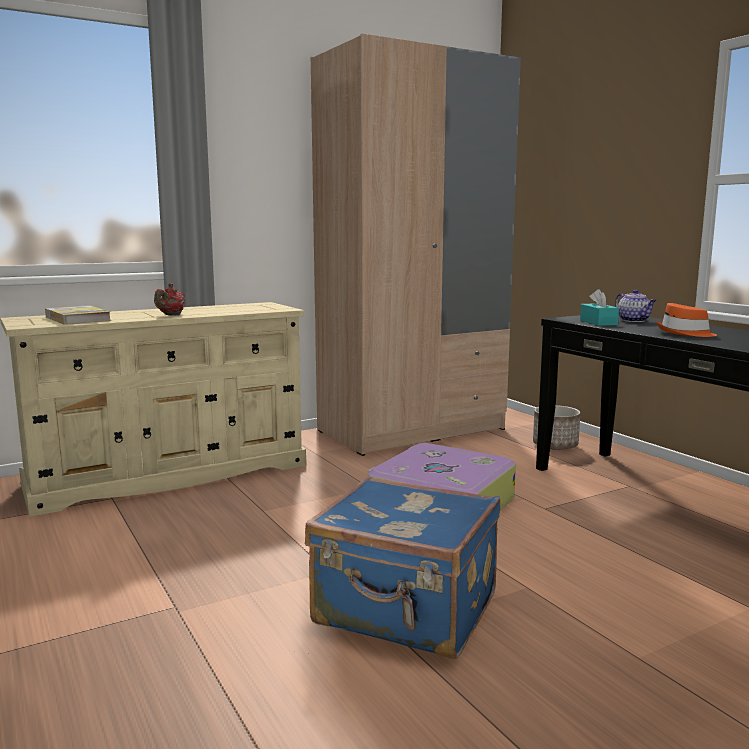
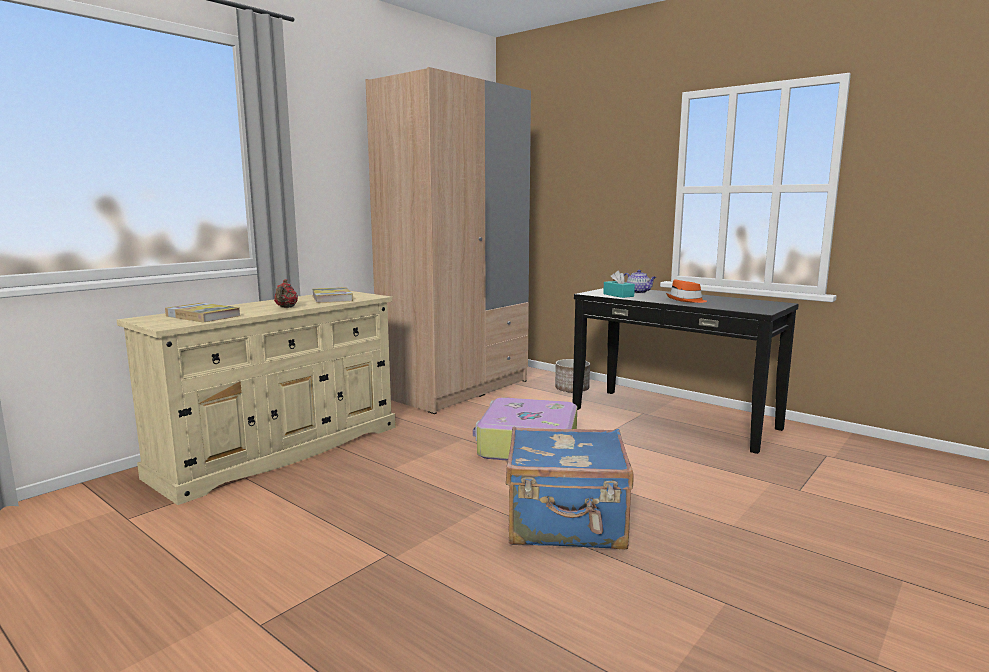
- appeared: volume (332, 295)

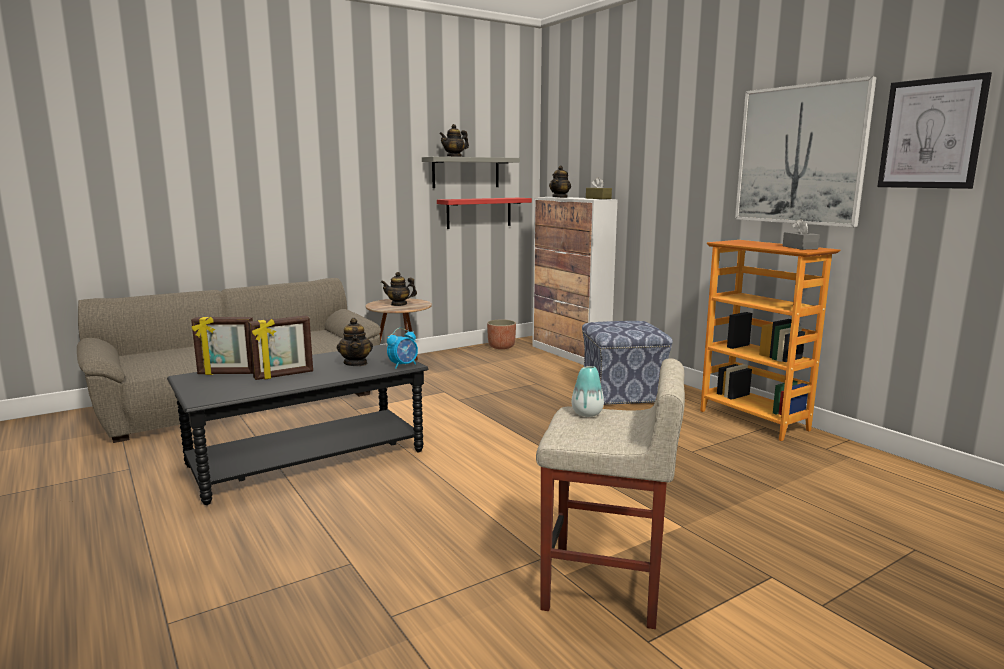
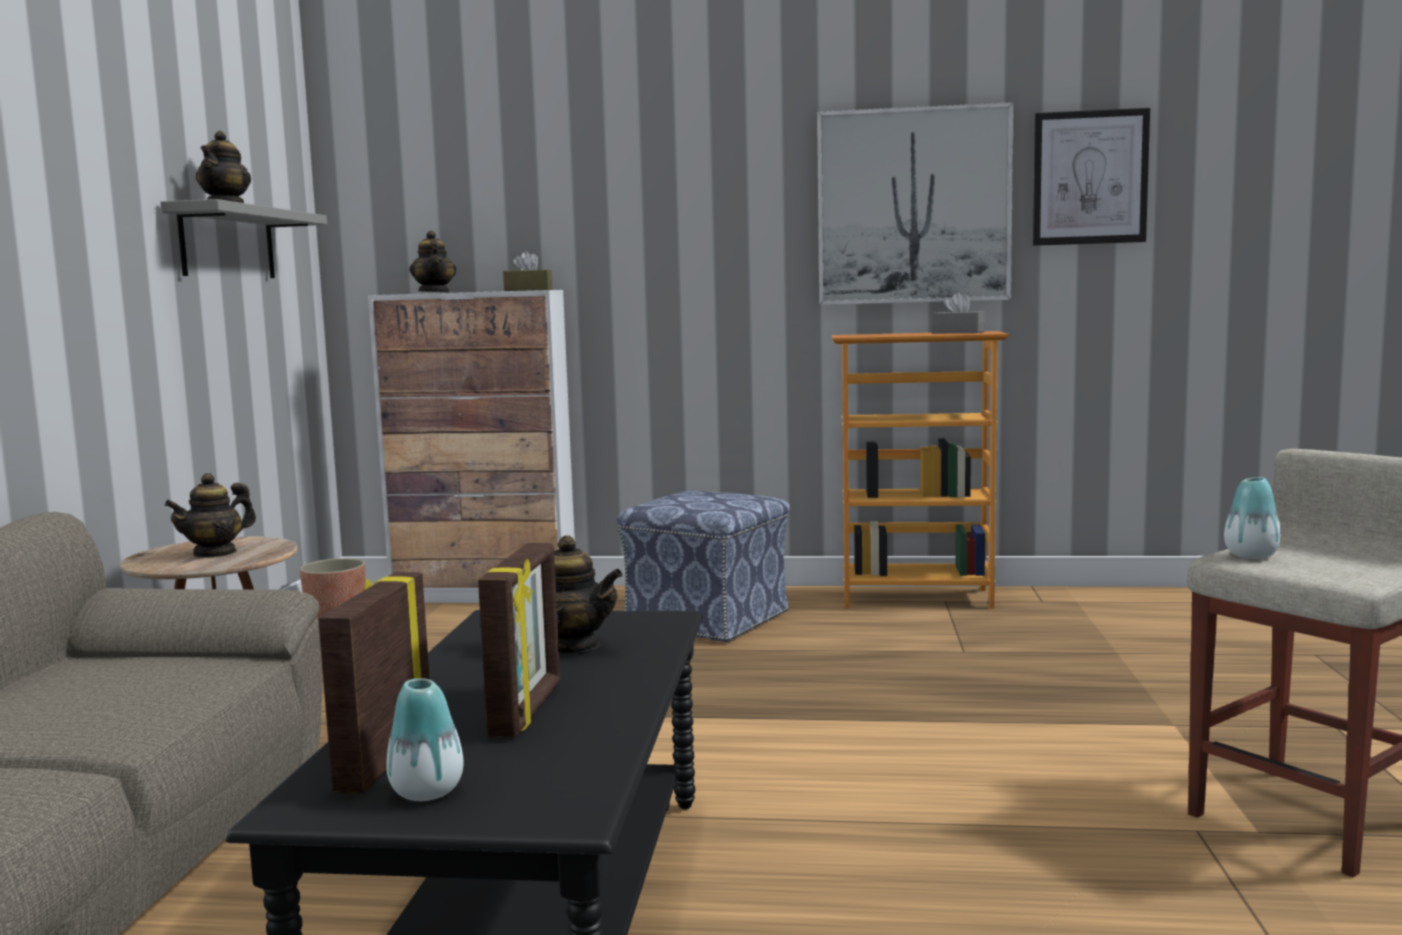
- missing: table clock (402, 348)
- missing: wall shelf (red) (484, 213)
- appeared: flower vase (425, 739)
- spun: standing frame (222, 346) = (374, 682) 150 degrees clockwise

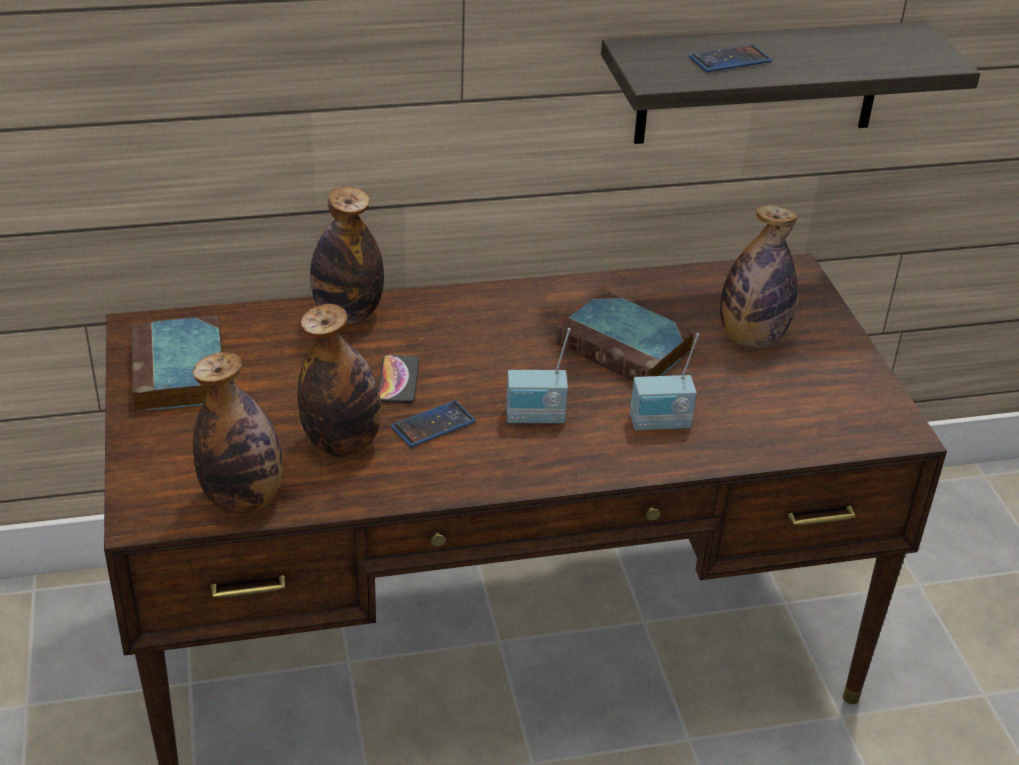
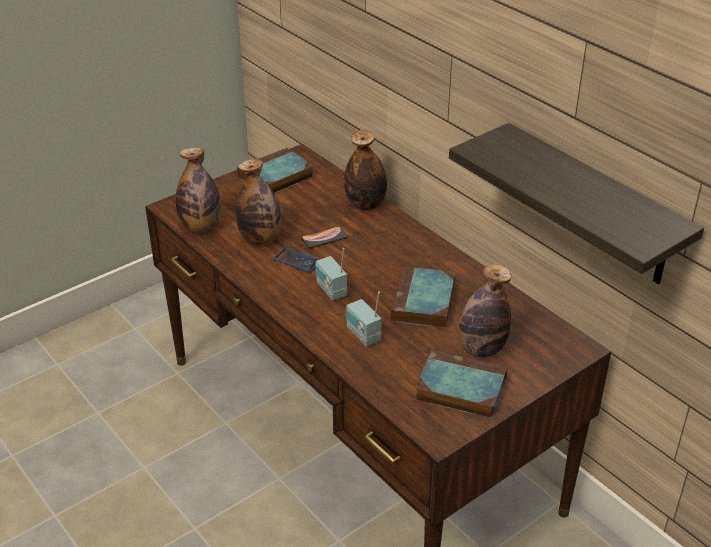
- missing: telephone (730, 58)
- appeared: volume (461, 384)

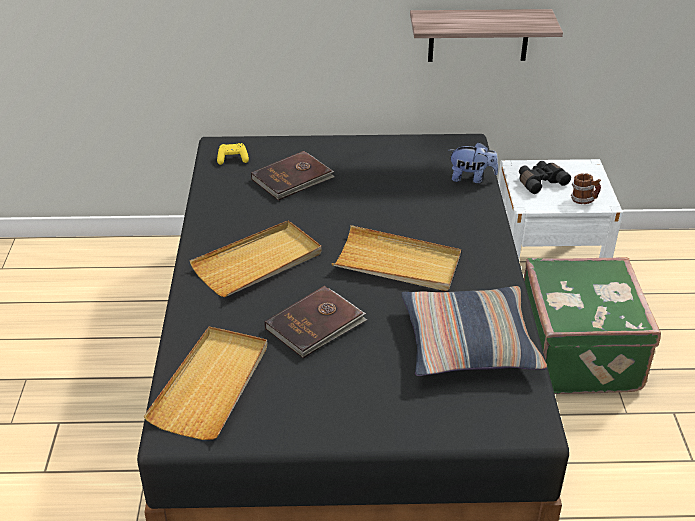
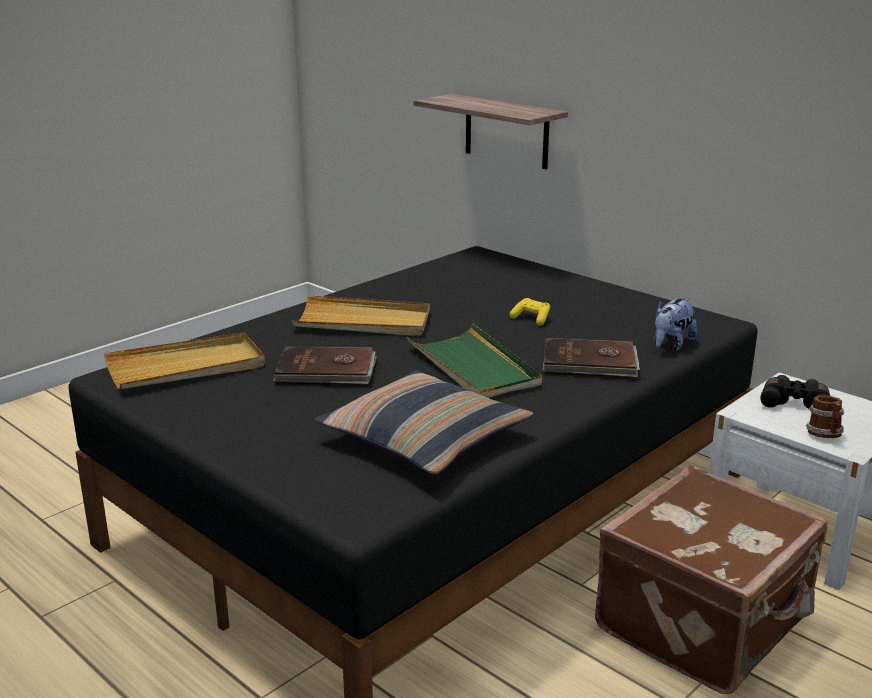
- relocated: game controller (yellow) (233, 154) to (529, 312)
- relocated: volume (brown-coloured) (293, 176) to (591, 357)
- relocated: wall shelf (486, 35) to (491, 131)
- colour: carrying tray (beige) (396, 258) to carrying tray (greenish) (474, 360)
- colour: piece of luggage (greenish) (592, 325) to piece of luggage (brown-coloured) (711, 579)
- spun: cuddly toy (473, 162) = (675, 324) 75 degrees clockwise

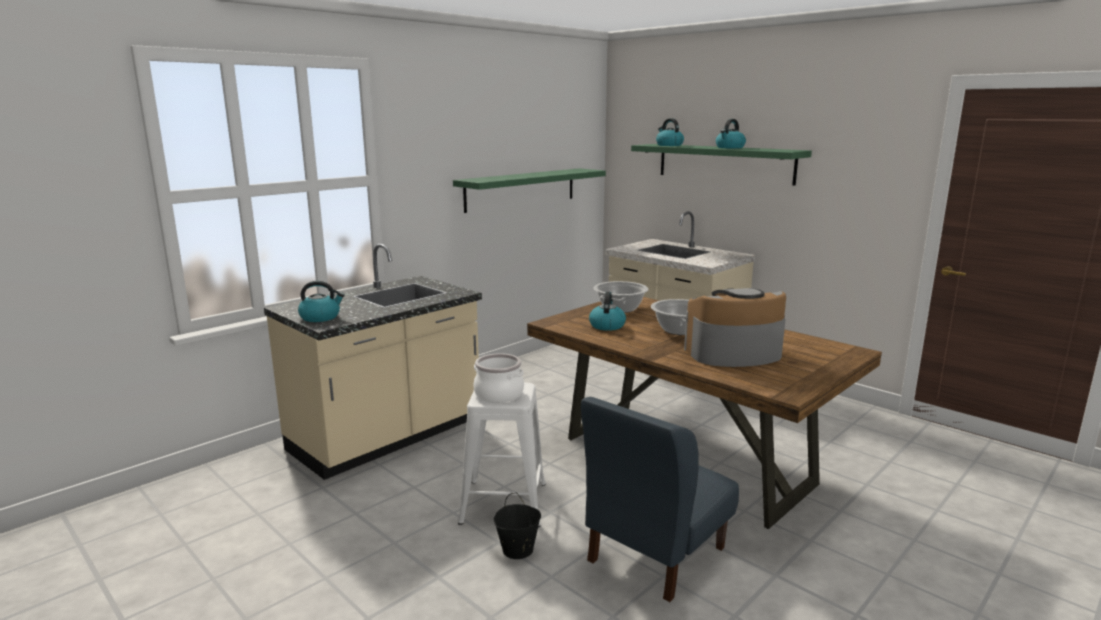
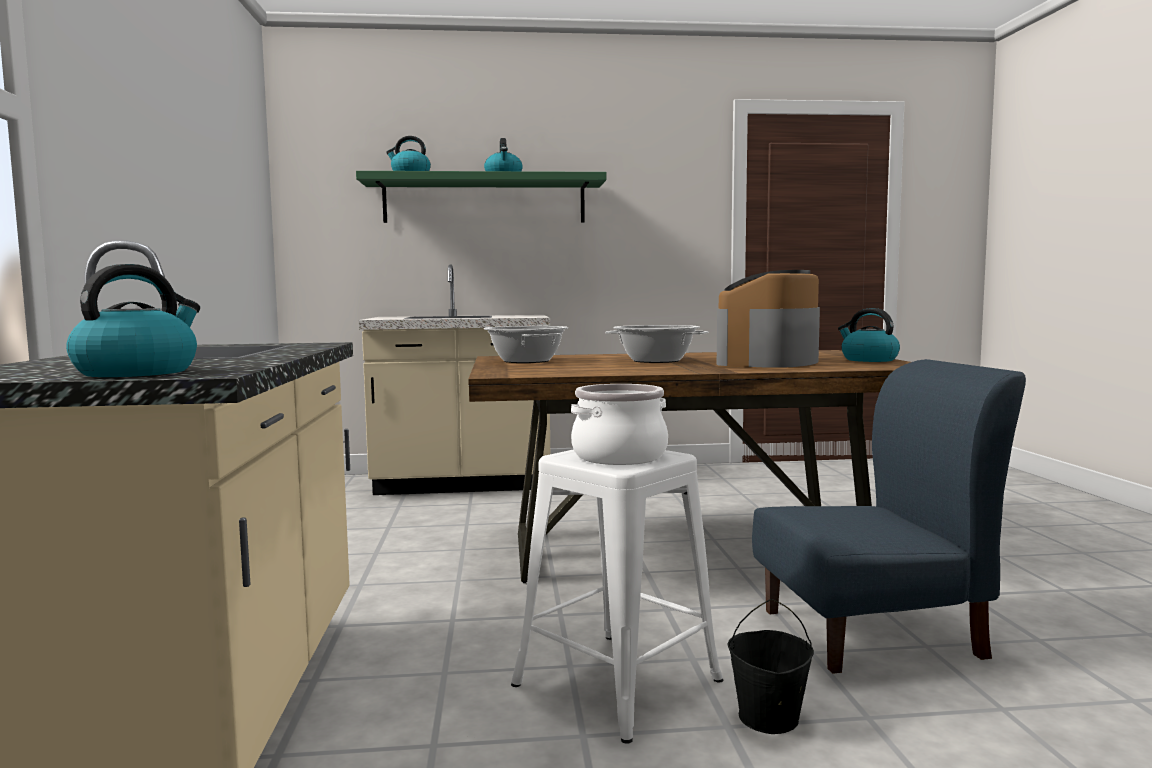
- missing: wall shelf (greenish) (529, 190)
- relocated: kettle (607, 311) to (869, 335)
- spun: upright chair (bluish) (660, 499) = (889, 516) 90 degrees counterclockwise

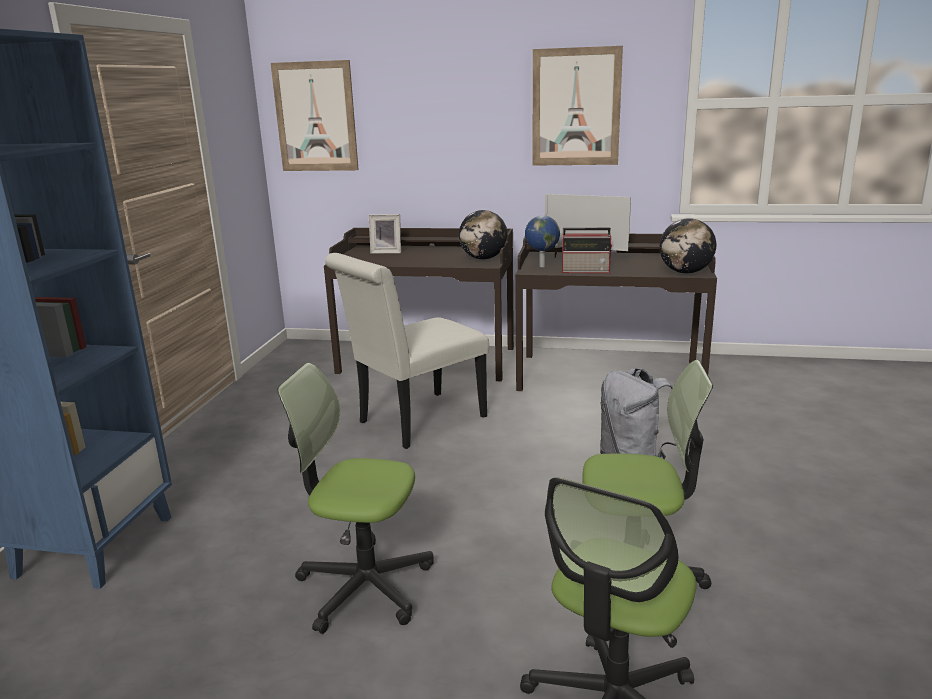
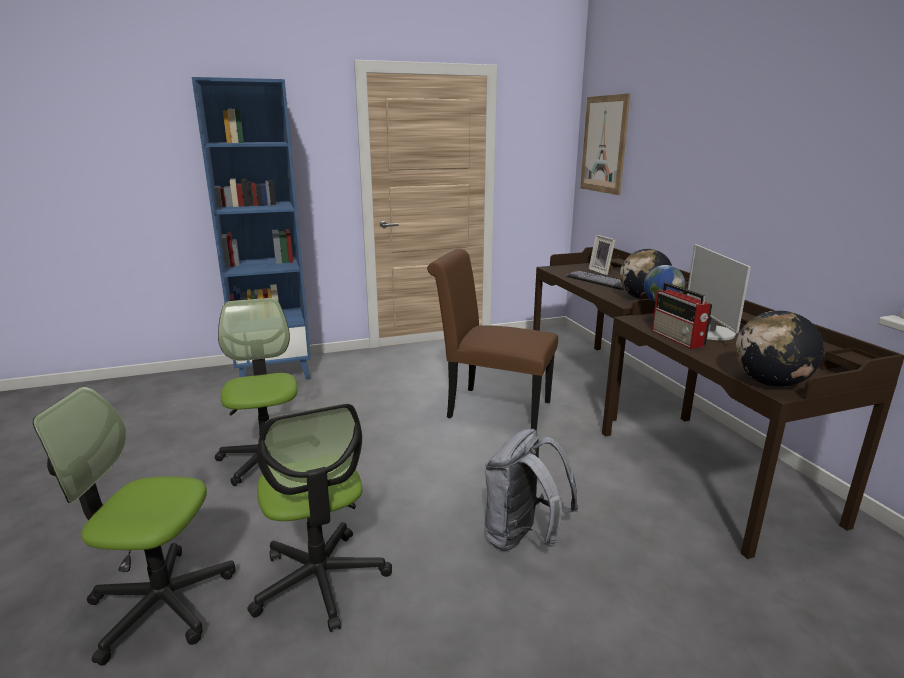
- missing: wall art (578, 106)
- appeared: keyboard (595, 280)
- colour: upright chair (white) (407, 351) to upright chair (brown-coloured) (492, 340)

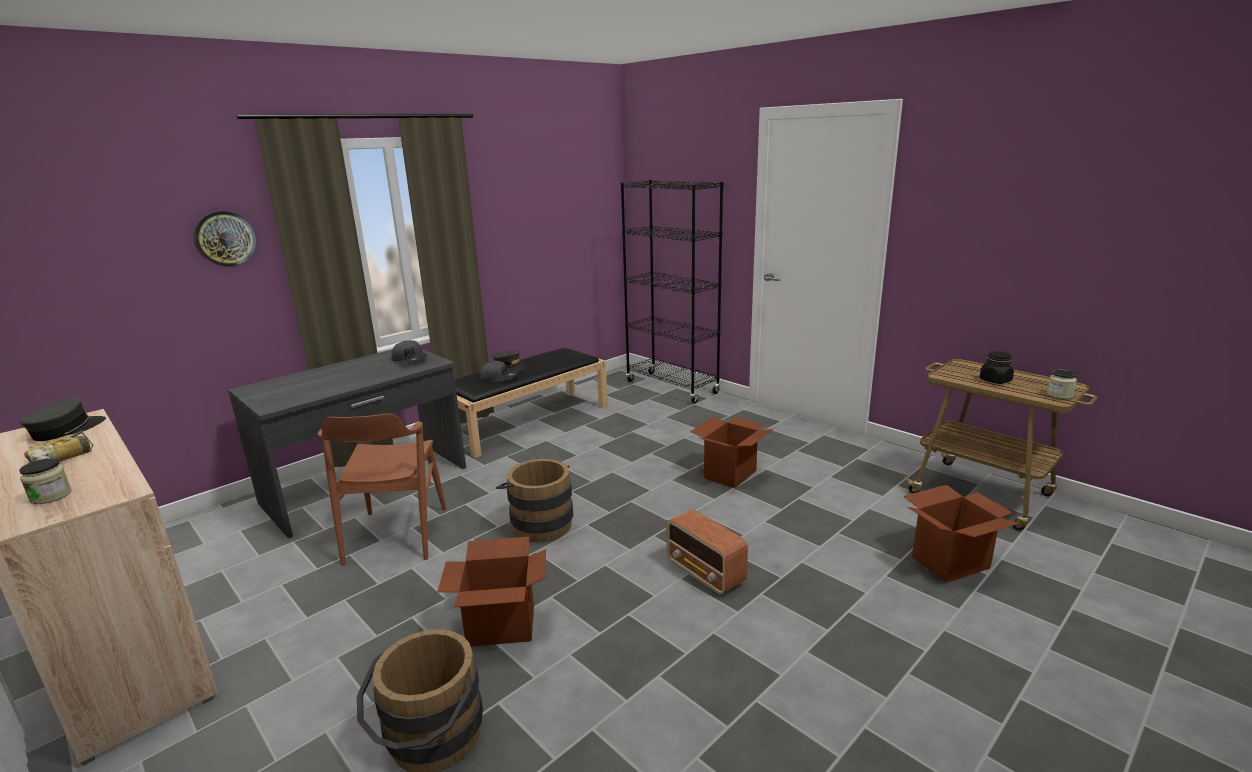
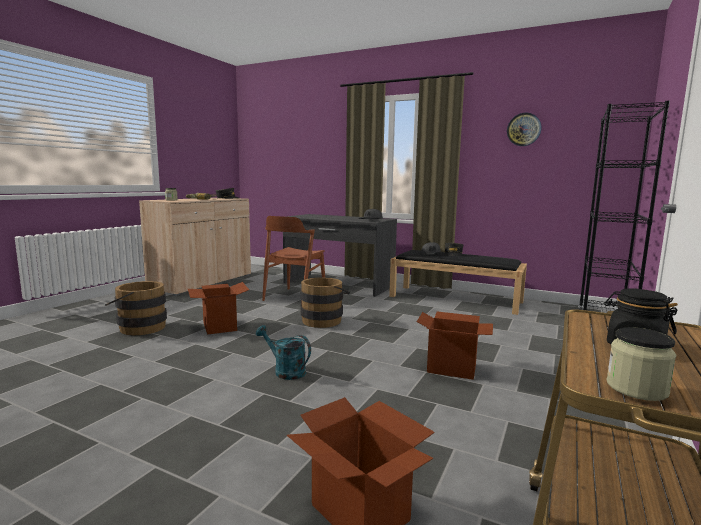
- relocated: clock on the wall (225, 239) to (524, 129)
- exchanged: radio set (707, 552) to watering can (blue-green) (283, 352)
- spun: upright chair (brown-coloured) (382, 490) = (293, 260) 45 degrees counterclockwise

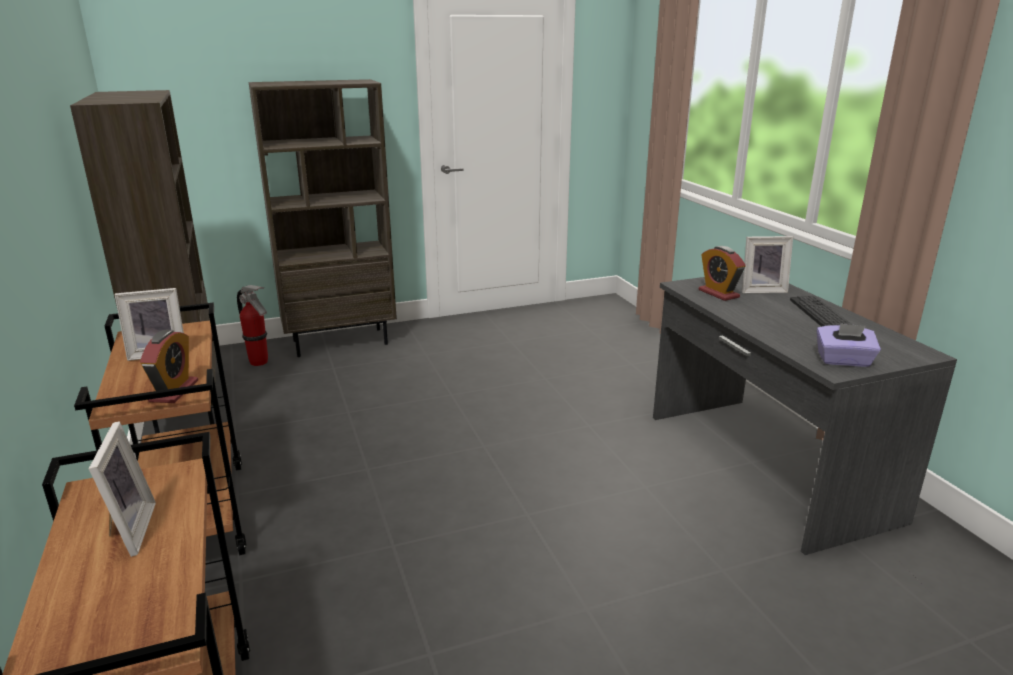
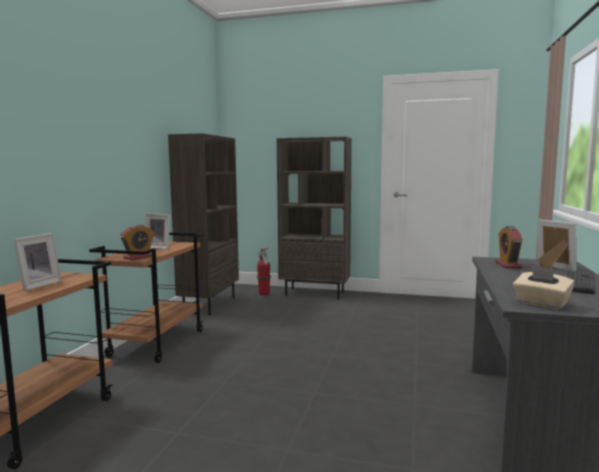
- colour: tissue holder (purple) (849, 345) to tissue holder (beige) (544, 288)
- spun: standing frame (767, 264) = (556, 245) 150 degrees counterclockwise

